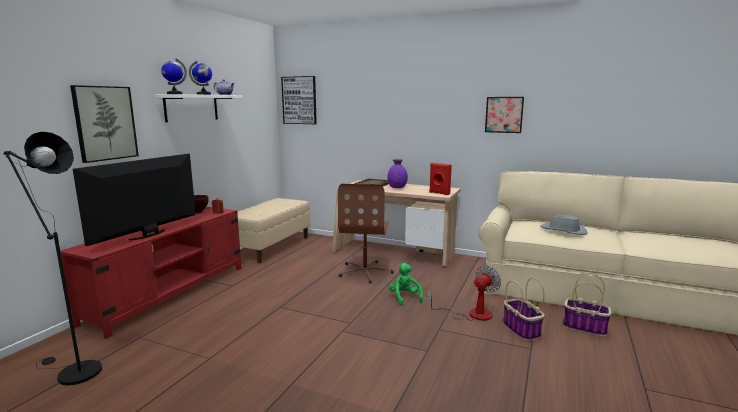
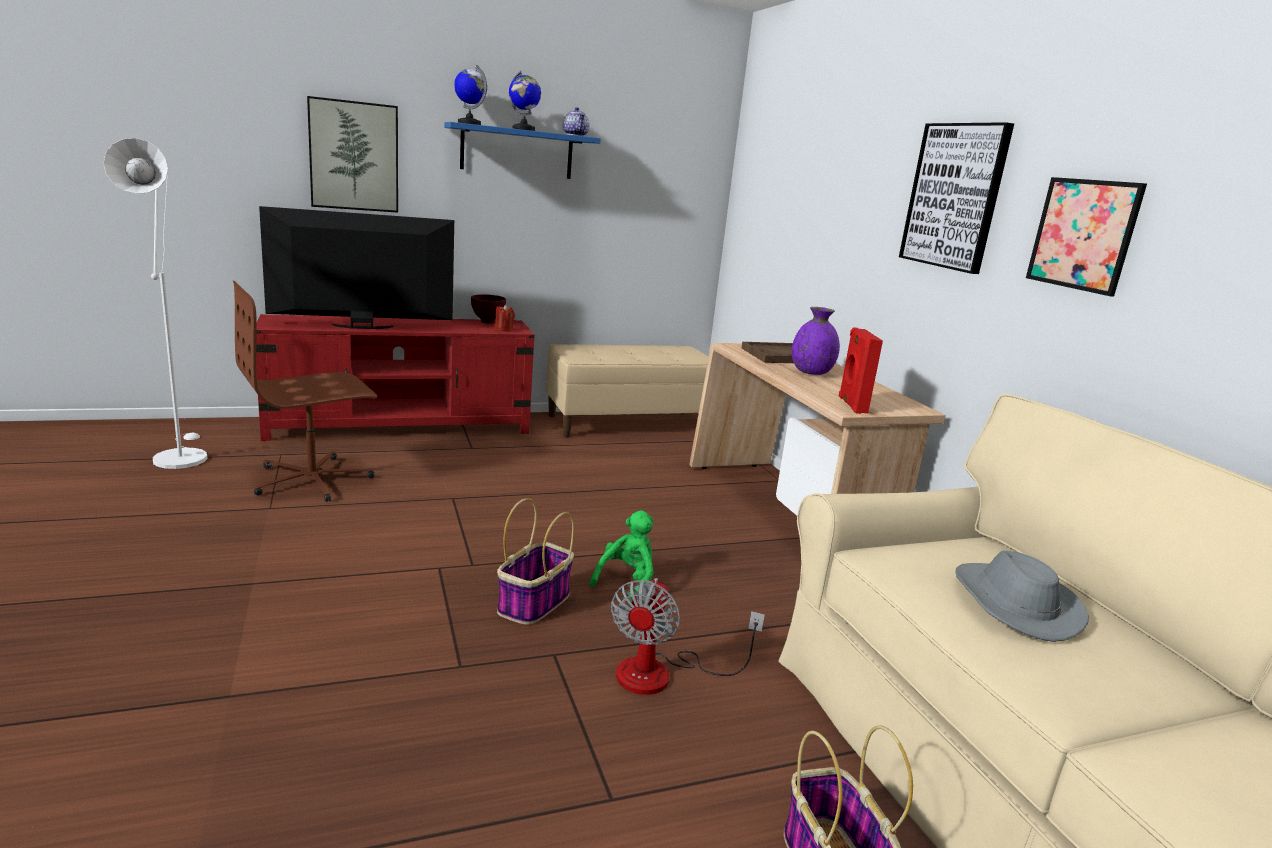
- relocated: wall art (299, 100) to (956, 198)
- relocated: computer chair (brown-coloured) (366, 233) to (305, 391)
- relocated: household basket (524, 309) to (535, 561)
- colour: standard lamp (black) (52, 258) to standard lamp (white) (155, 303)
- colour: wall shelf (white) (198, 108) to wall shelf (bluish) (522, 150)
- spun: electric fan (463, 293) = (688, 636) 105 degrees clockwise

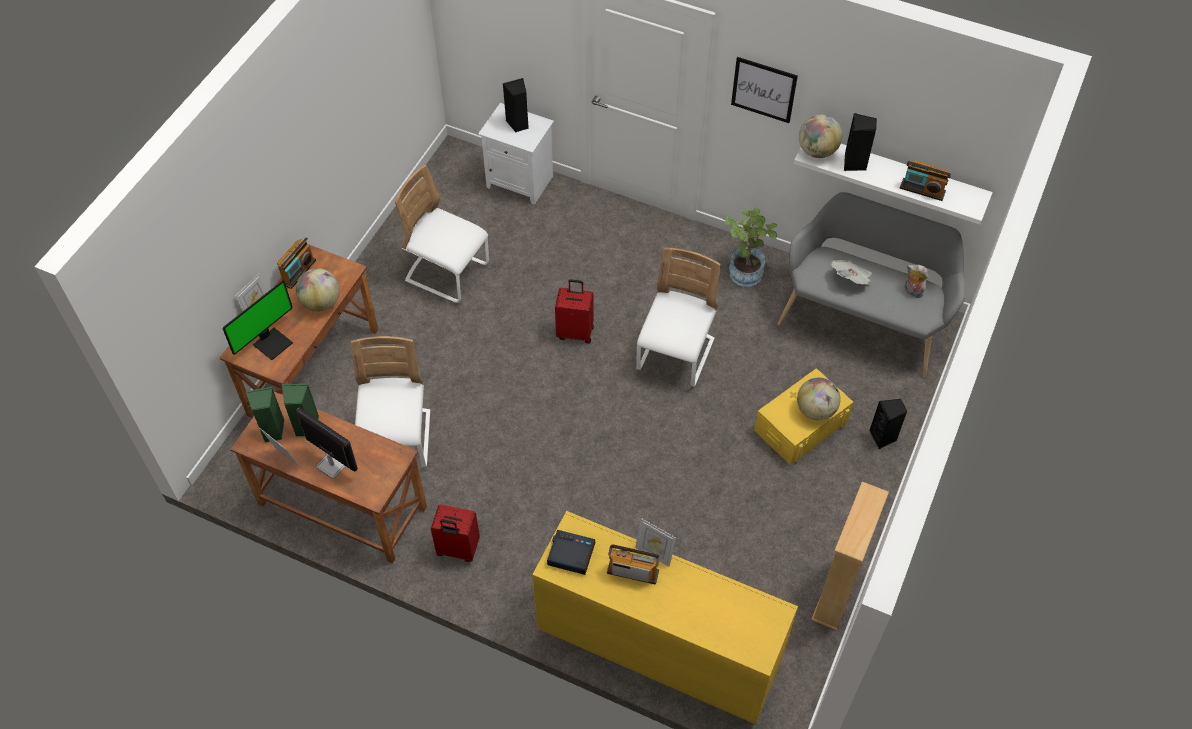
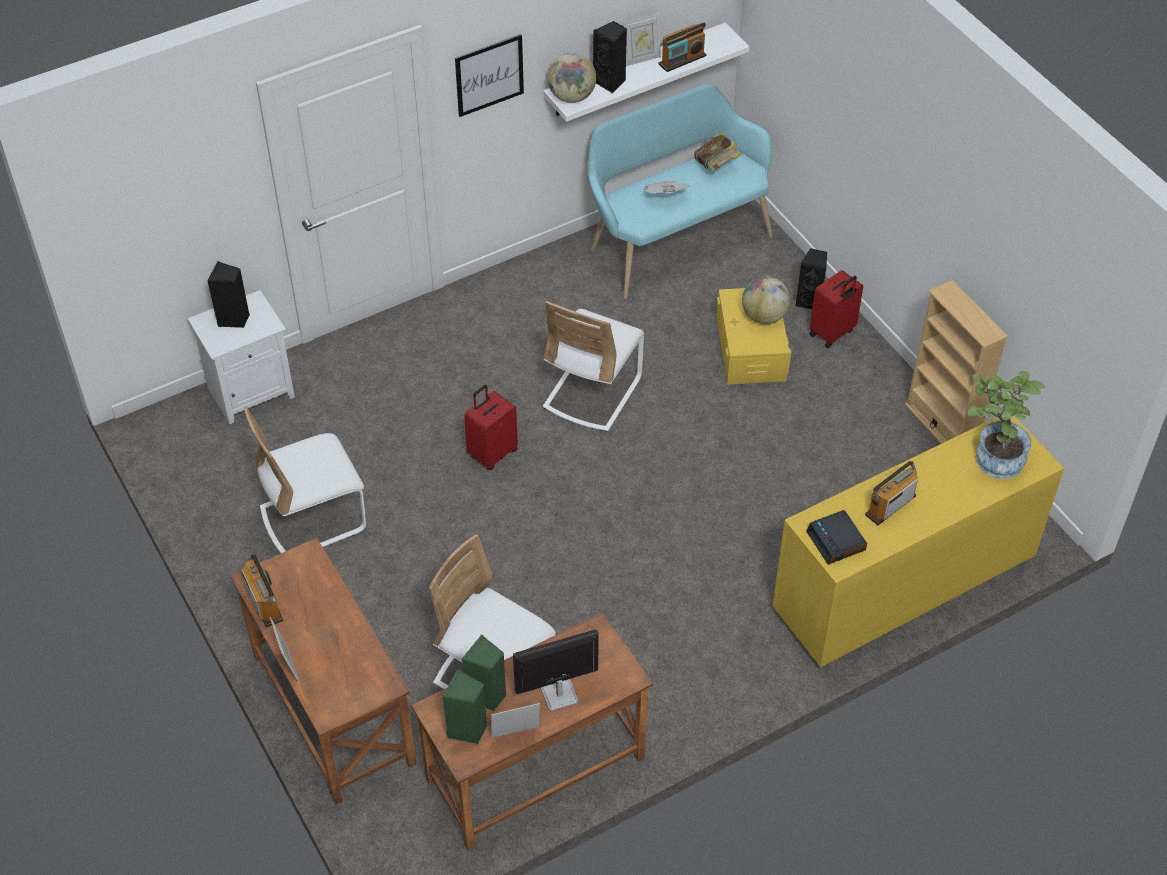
- missing: monitor (258, 320)
- missing: globe (318, 290)
- relocated: piece of luggage (red) (455, 533) to (836, 309)
- relocated: standing frame (655, 542) to (642, 40)
- relocated: plant in a pot (750, 247) to (1006, 425)
- exchanged: cuddly toy (916, 281) to volume (718, 152)
- colour: bench (greyish) (872, 285) to bench (blue-green) (680, 191)
- spun: table clock (571, 552) = (836, 537) 75 degrees counterclockwise
- spun: upright chair (white) (678, 317) = (593, 366) 120 degrees counterclockwise

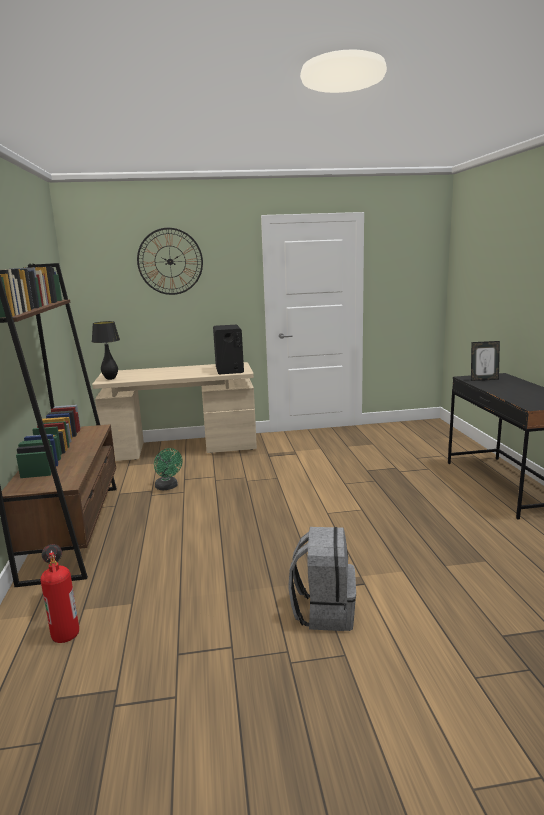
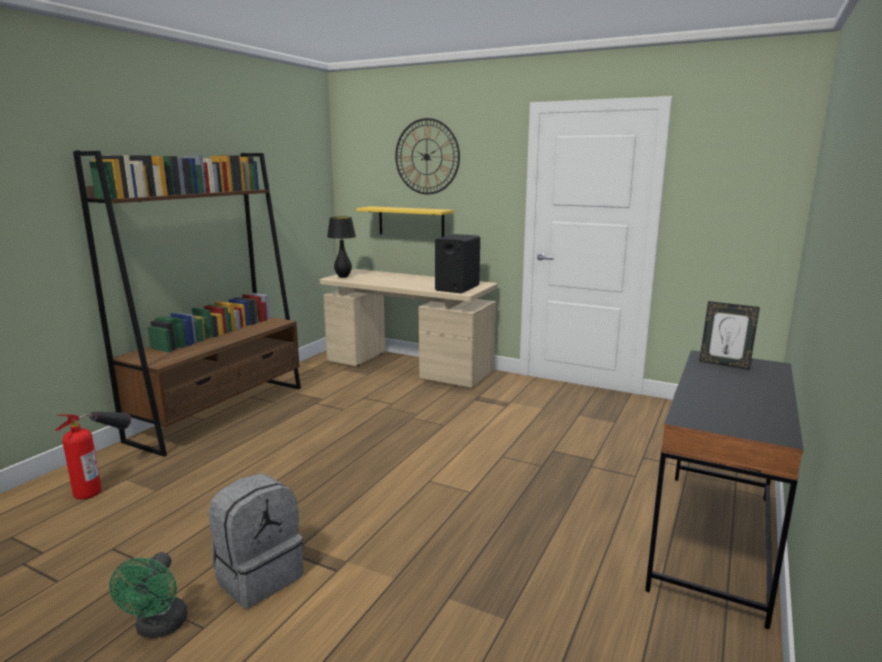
- appeared: wall shelf (yellow) (405, 221)
- relocated: electric fan (greenish) (168, 469) to (148, 595)

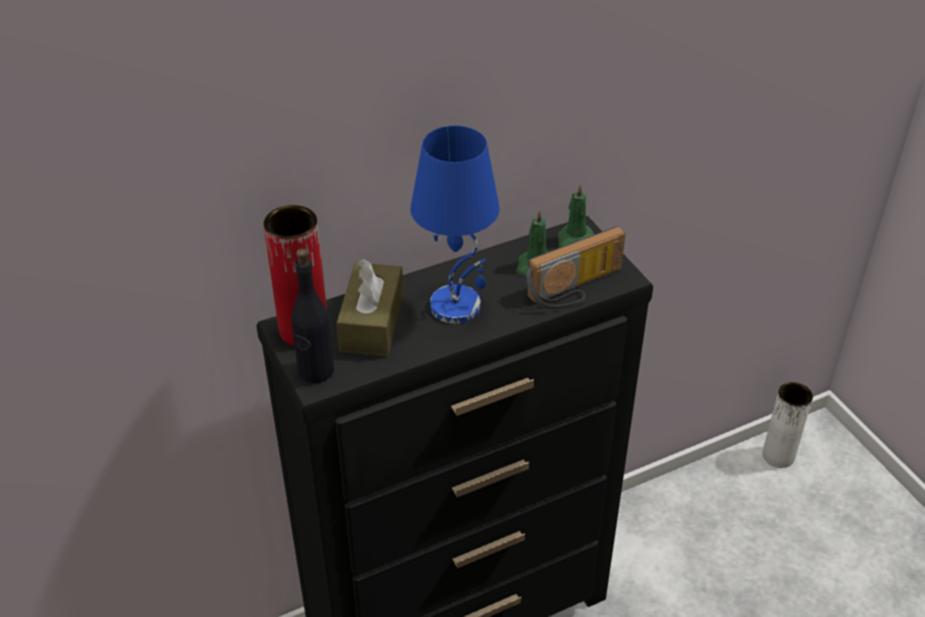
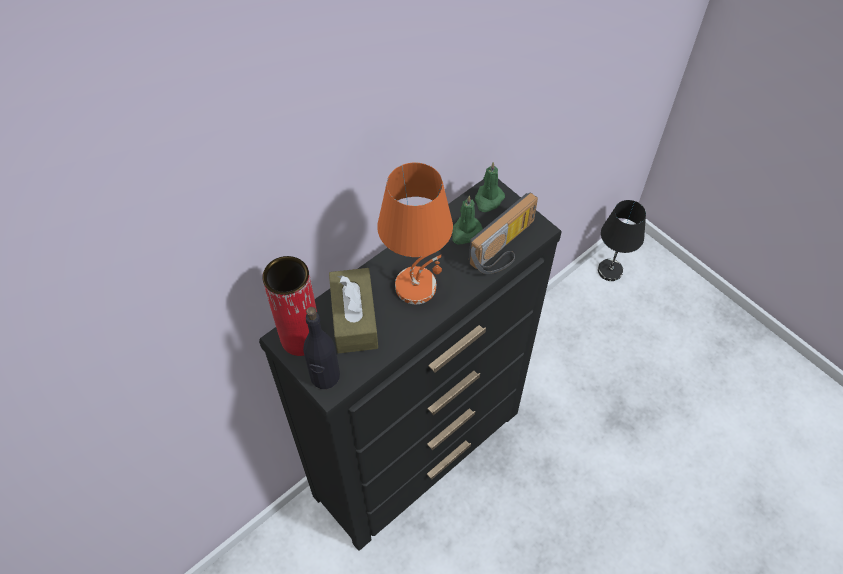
- exchanged: flower vase (white) (788, 425) to tabletop lamp (black) (622, 240)
- colour: tabletop lamp (bluish) (455, 225) to tabletop lamp (orange-coloured) (415, 233)

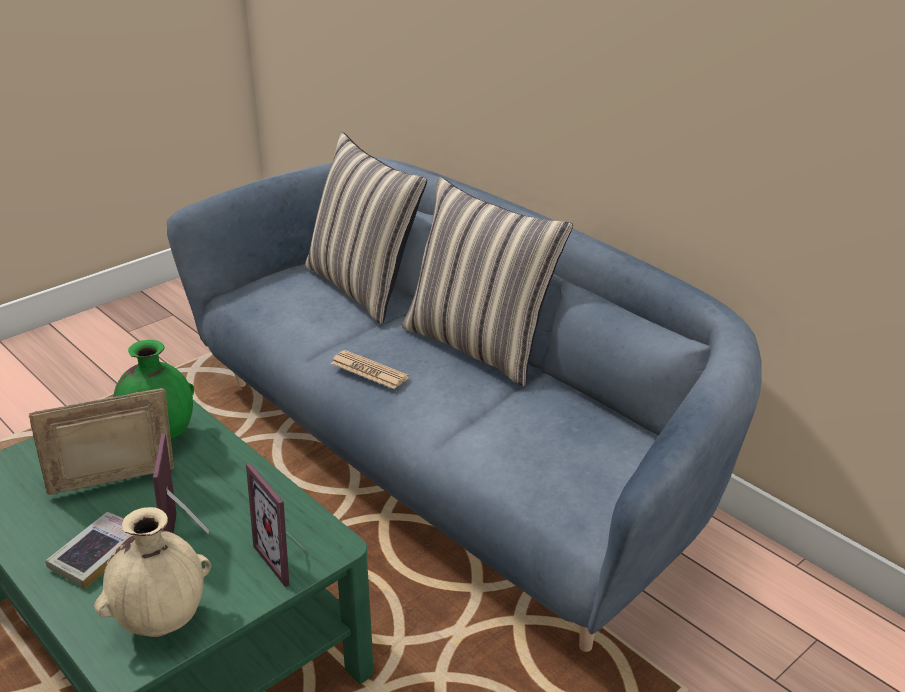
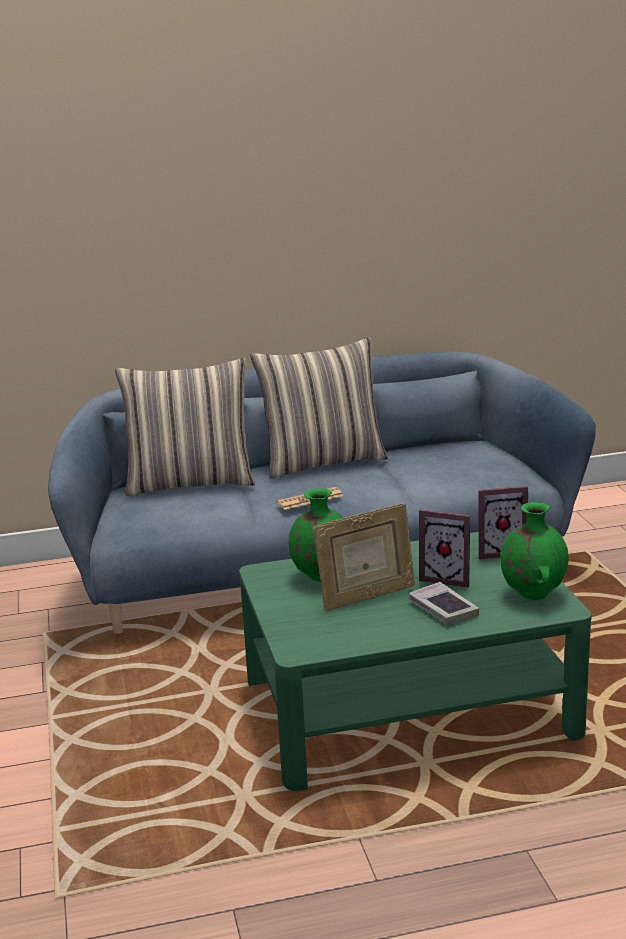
- colour: flower vase (beige) (152, 572) to flower vase (greenish) (534, 551)
- spun: standing frame (101, 441) = (364, 557) 120 degrees counterclockwise

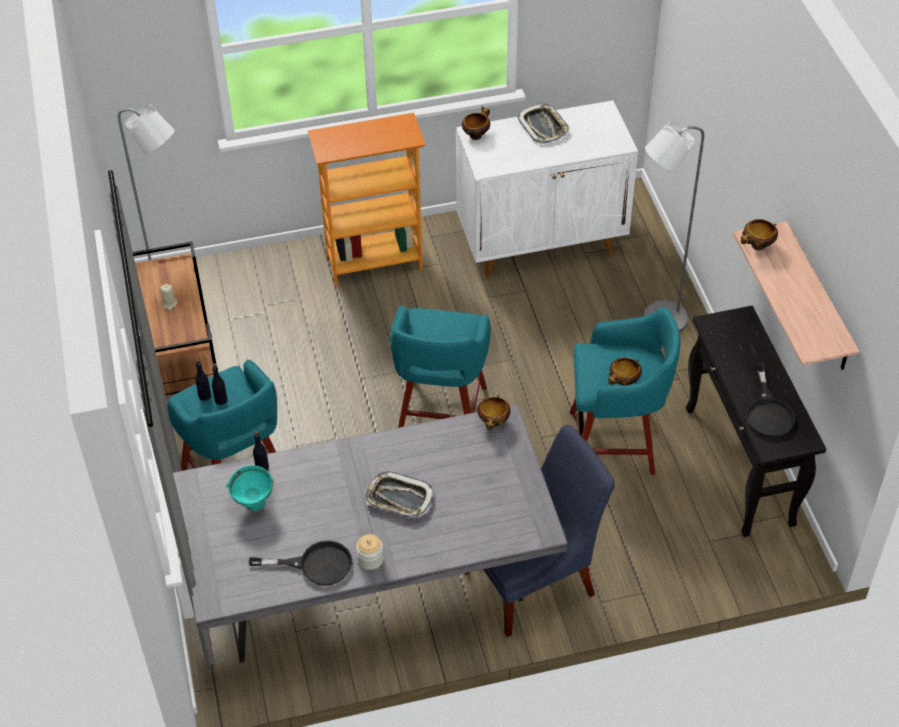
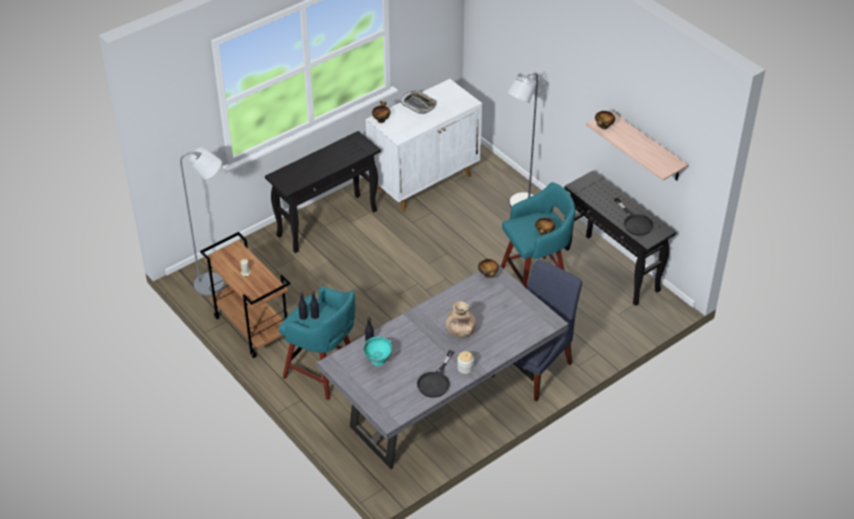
- missing: stool seat (blue-green) (440, 366)
- exchanged: bookshelf (367, 199) to hall table (black) (323, 192)
- exchanged: carrying tray (399, 494) to flower vase (brown-coloured) (461, 319)
- spun: pan (black) (300, 563) = (435, 374) 135 degrees clockwise

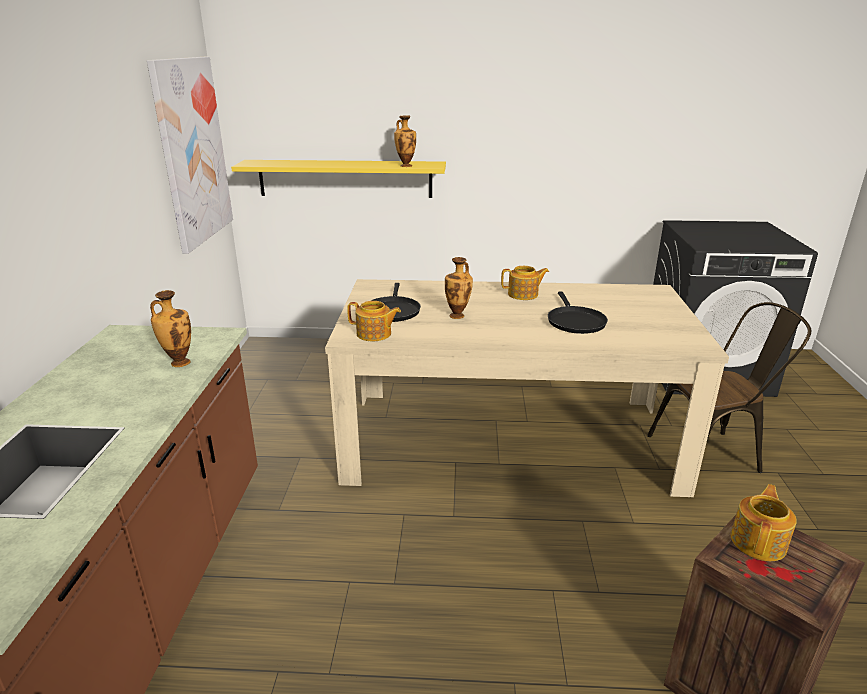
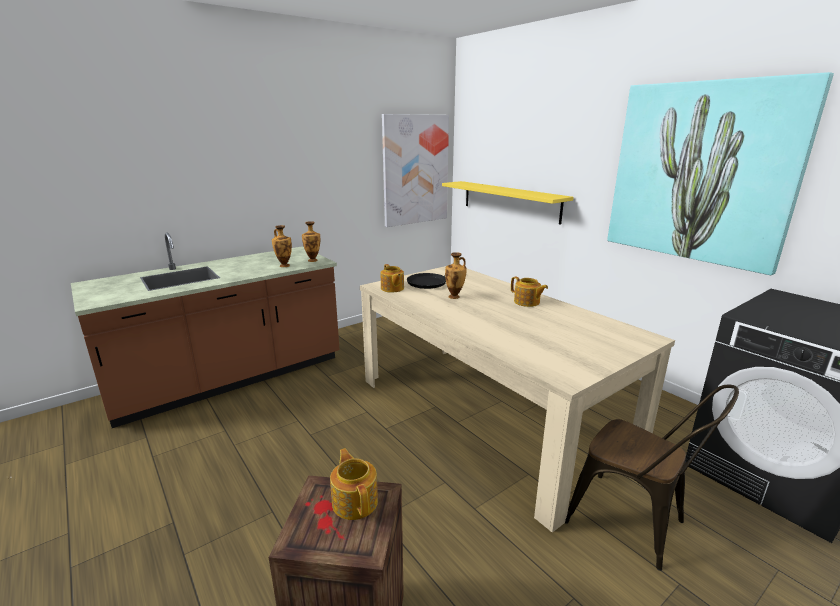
- missing: pan (black) (578, 312)
- appeared: wall art (720, 173)
- relocated: flower vase (405, 141) to (311, 241)
- spun: tea pot (764, 522) = (354, 484) 105 degrees counterclockwise

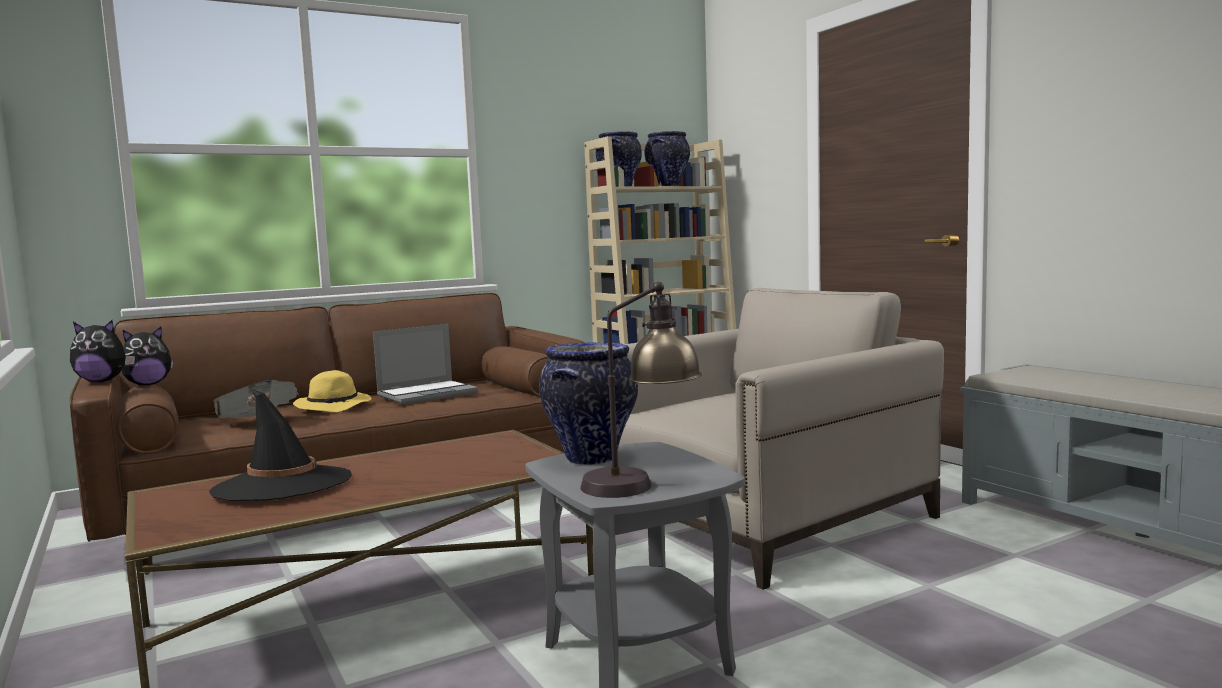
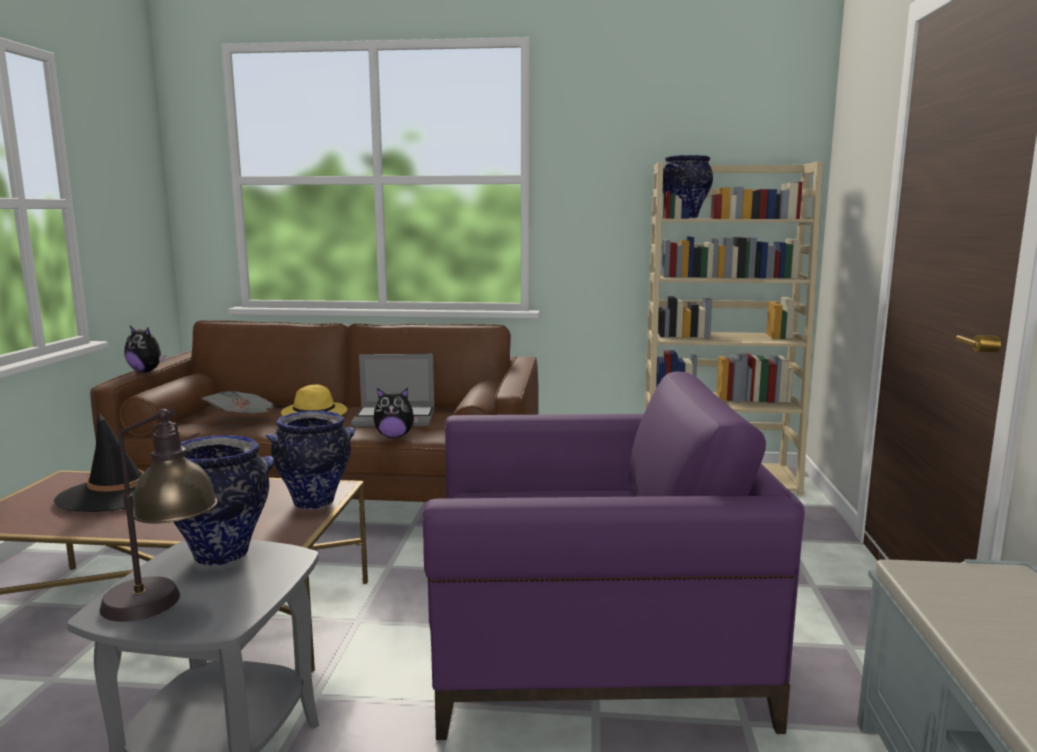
- relocated: cuddly toy (147, 356) to (396, 413)
- relocated: flower vase (667, 158) to (310, 460)
- colour: armchair (beige) (781, 439) to armchair (purple) (614, 555)

